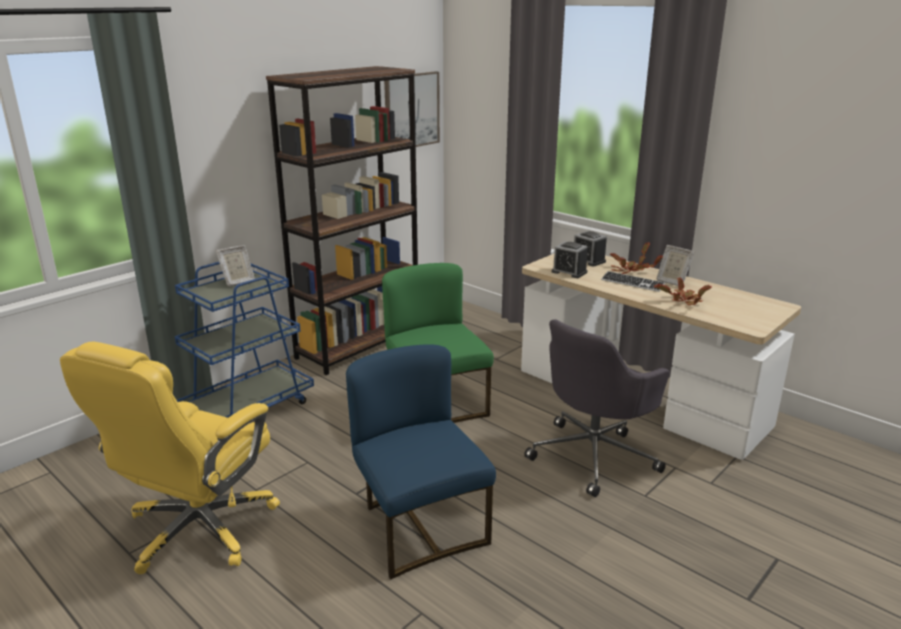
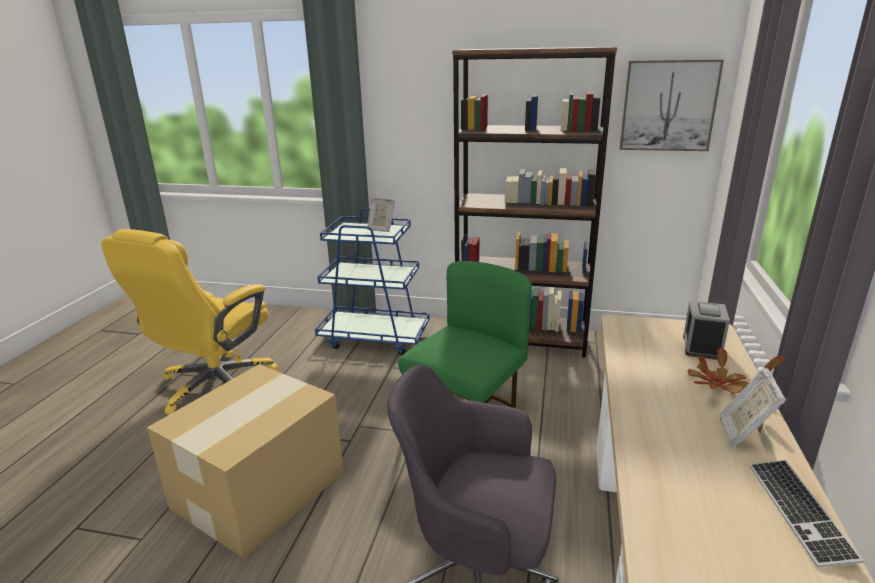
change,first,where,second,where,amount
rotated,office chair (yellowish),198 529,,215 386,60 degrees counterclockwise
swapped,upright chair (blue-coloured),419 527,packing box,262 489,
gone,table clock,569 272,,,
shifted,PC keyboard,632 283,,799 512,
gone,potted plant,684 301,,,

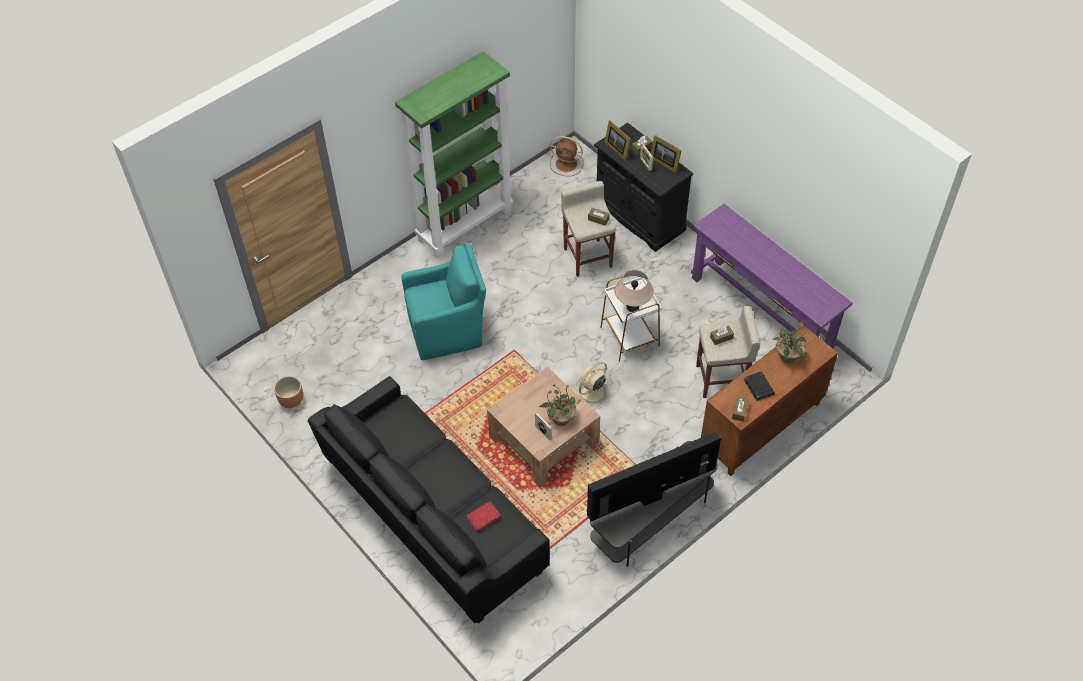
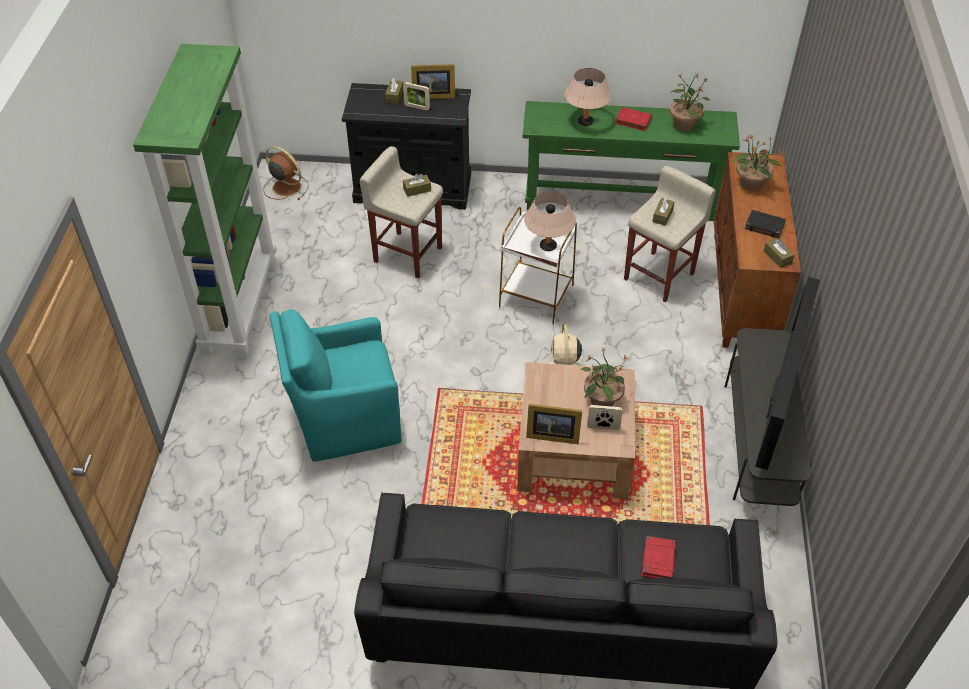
change,first,where,second,where,amount
gone,flower pot (brown-coloured),291 400,,,
rotated,armchair (blue-green),448 330,,344 420,135 degrees counterclockwise
rotated,fan (brown-coloured),567 164,,285 187,120 degrees counterclockwise
shifted,photo frame,617 148,,551 434,
repainted,narrow table (purple-coloured),760 313,narrow table (green),621 199,
new,,,table lamp (sand-coloured),585 121,
new,,,volume (red),632 121,
new,,,potted plant,684 124,

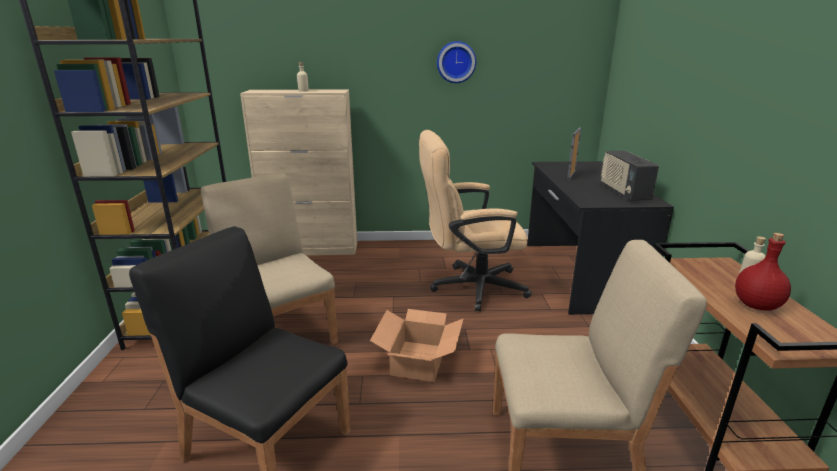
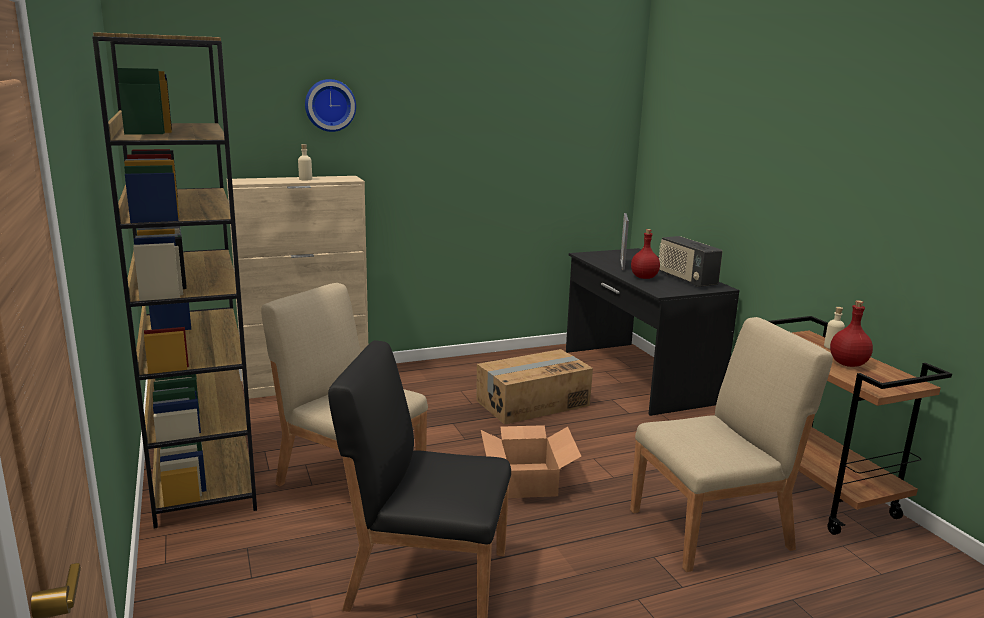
change,first,where,second,where,amount
swapped,office chair (sand-coloured),469 287,packing box,532 403,
shifted,wall clock,456 62,,330 105,
new,,,drink bottle (red),644 277,

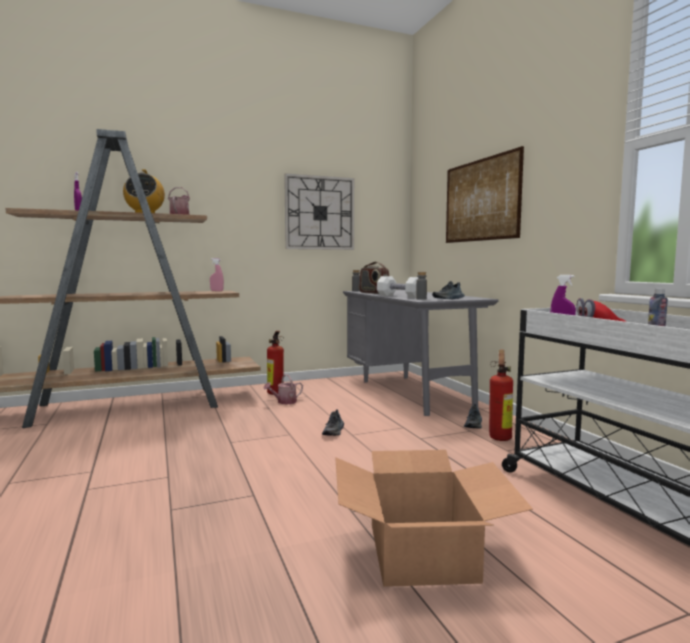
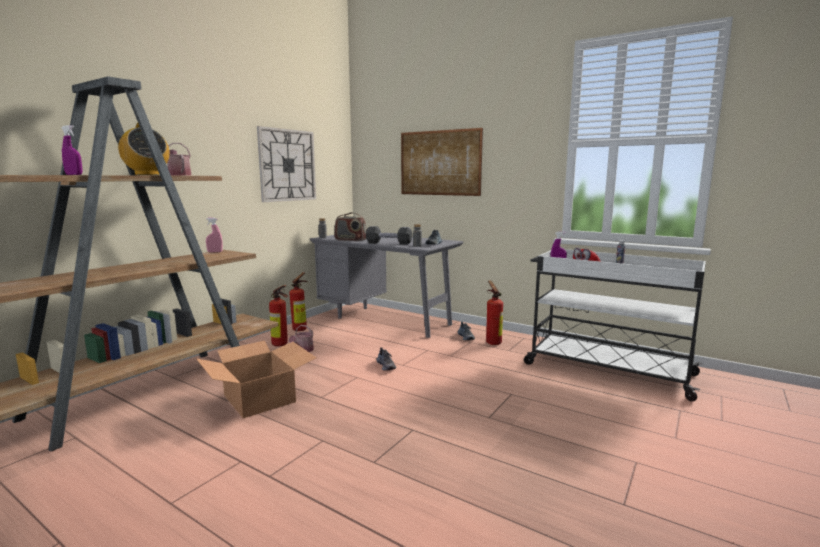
change,first,where,second,where,amount
shifted,packing box,423 551,,260 398,
repainted,dumbbell (white-coloured),400 296,dumbbell (black-coloured),389 243,
new,,,extinguisher,301 329,

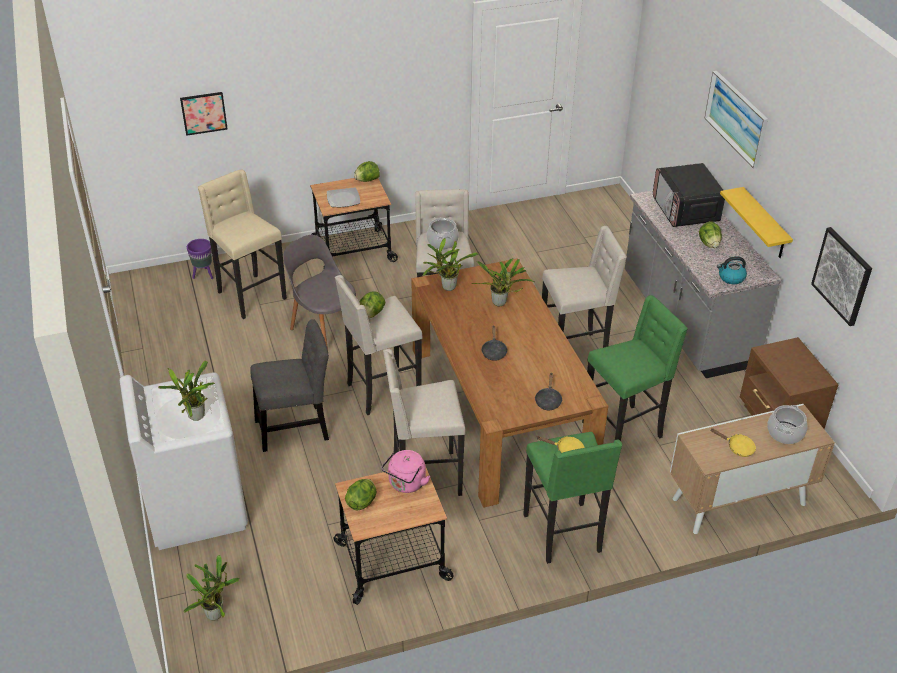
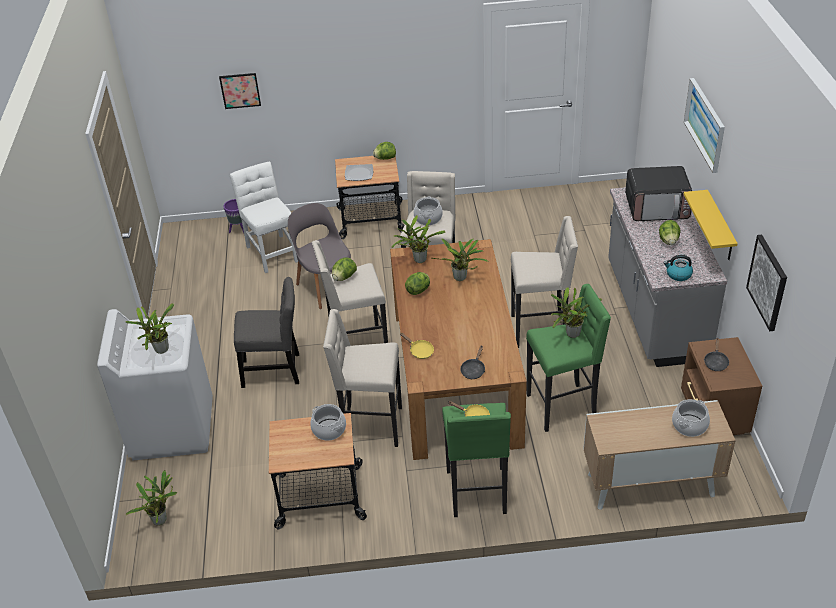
change,first,where,second,where,amount
swapped,stool (sand-coloured),250 295,upright chair (white-coloured),271 252,
shifted,lettuce head,362 502,,418 290,
swapped,kettle (pink),406 484,saucepot,329 430,
shifted,frying pan (black-coloured),494 351,,715 362,
rotated,microwave,685 210,,657 208,90 degrees counterclockwise
shifted,frying pan (yellowish),737 447,,419 351,
new,,,potted plant,571 335,

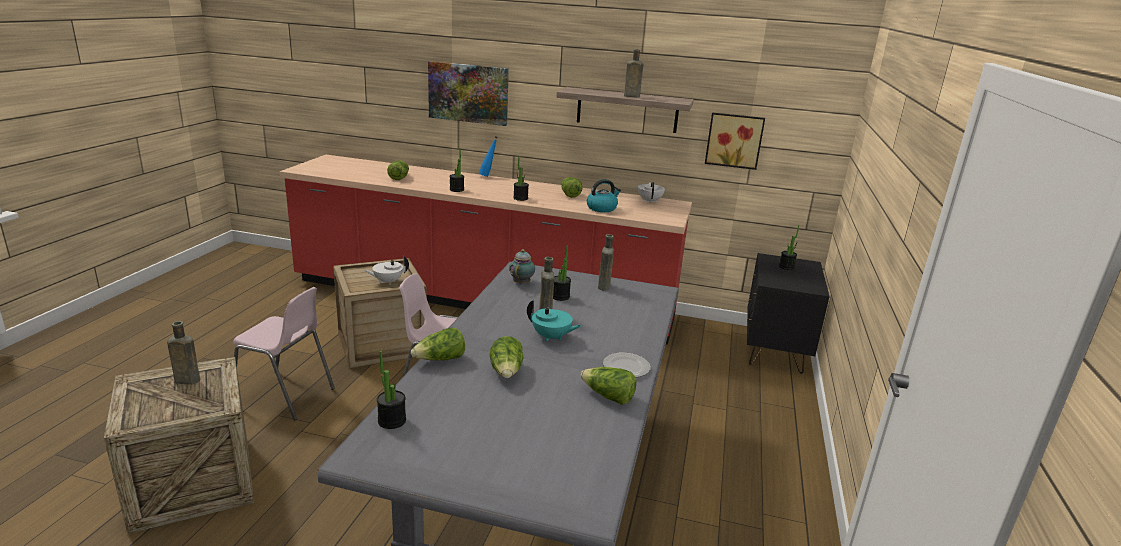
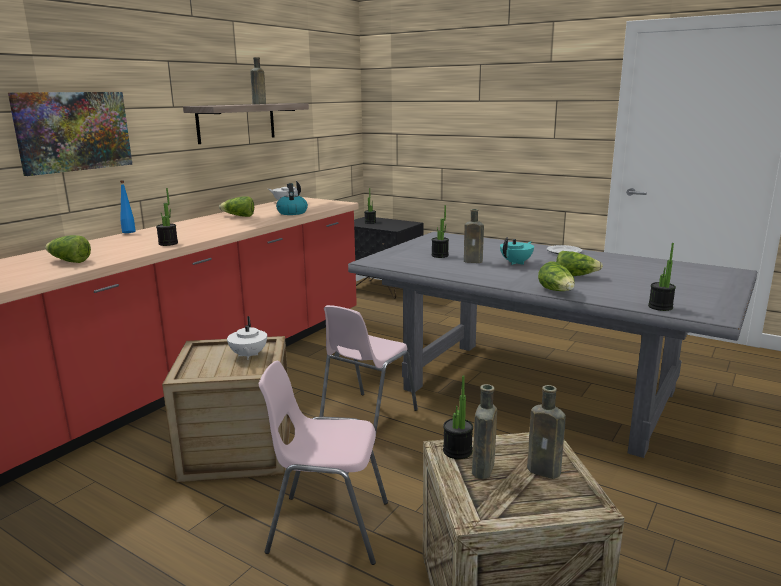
change,first,where,second,where,amount
rotated,upright chair (pink),285 396,,328 527,120 degrees counterclockwise
gone,pot for tea,522 283,,,
shifted,potted plant,520 198,,457 451,
gone,lettuce head,608 397,,,
shifted,drink bottle (brown-coloured),604 287,,546 471,
gone,wall picture,734 140,,,

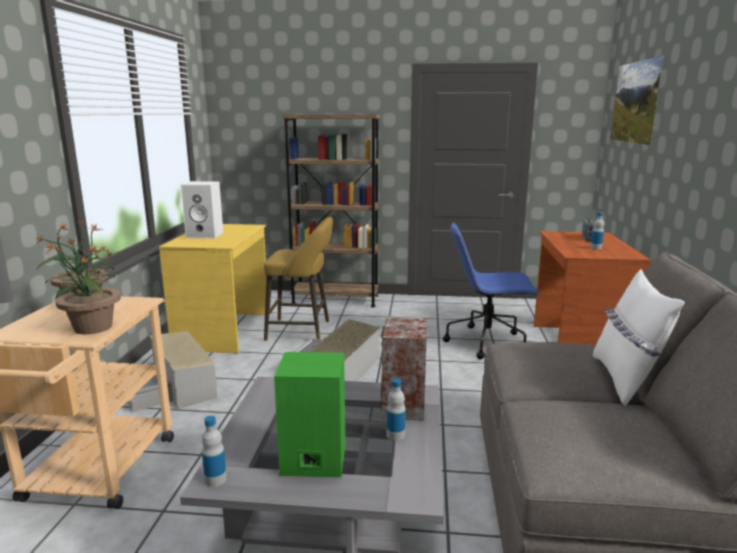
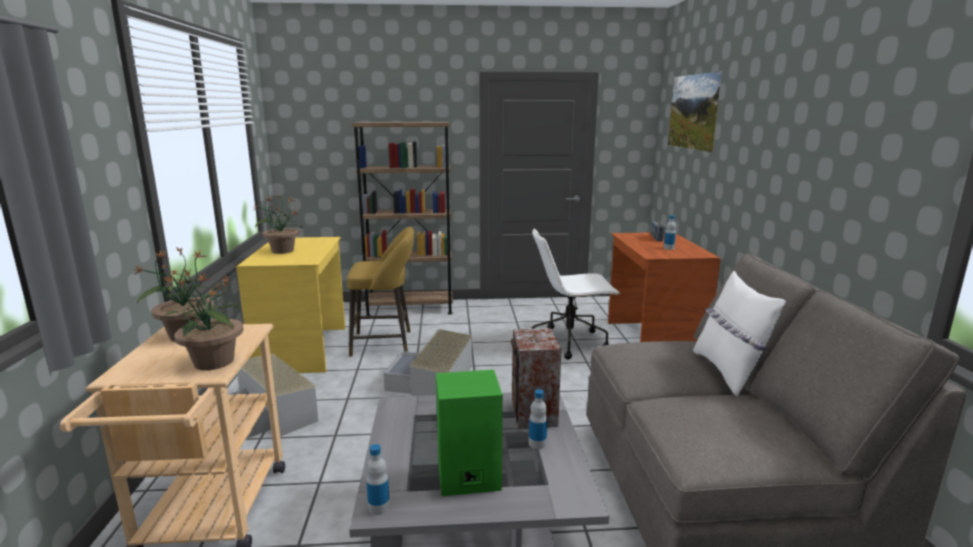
change,first,where,second,where,amount
swapped,audio speaker (white-coloured),206 235,potted plant,282 251,
repainted,office chair (blue-coloured),487 342,office chair (white-coloured),570 342,

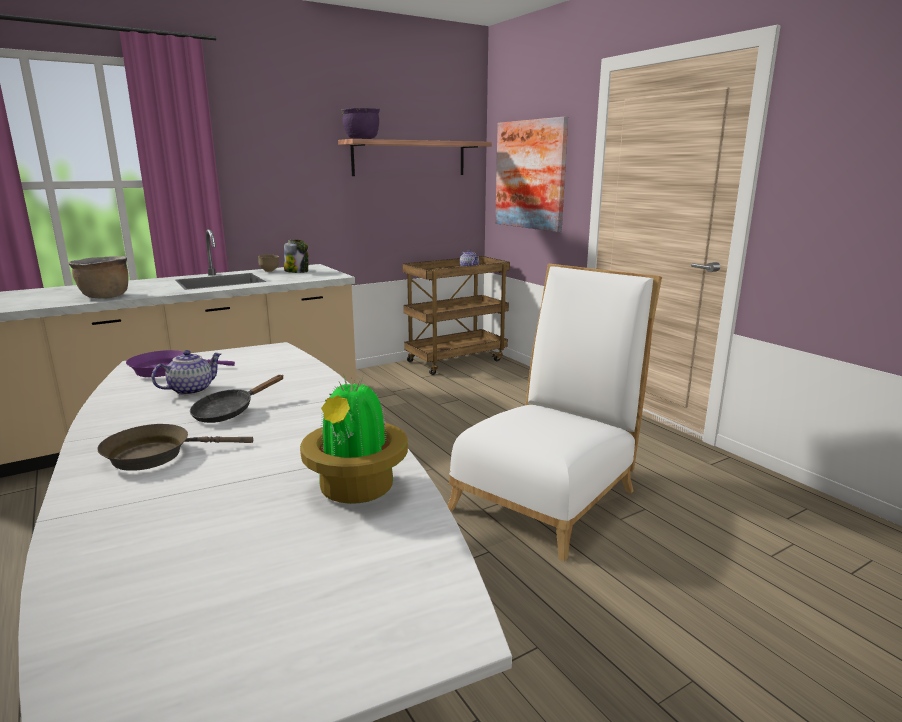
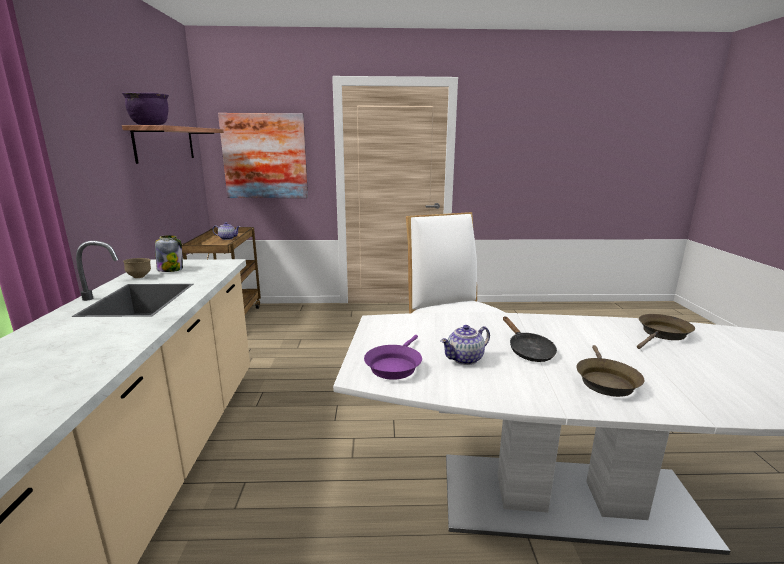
change,first,where,second,where,amount
gone,saucepot (brown-coloured),104 297,,,
rotated,pot for tea,191 390,,465 359,105 degrees counterclockwise
swapped,potted plant,356 490,frying pan (brown-coloured),662 334,

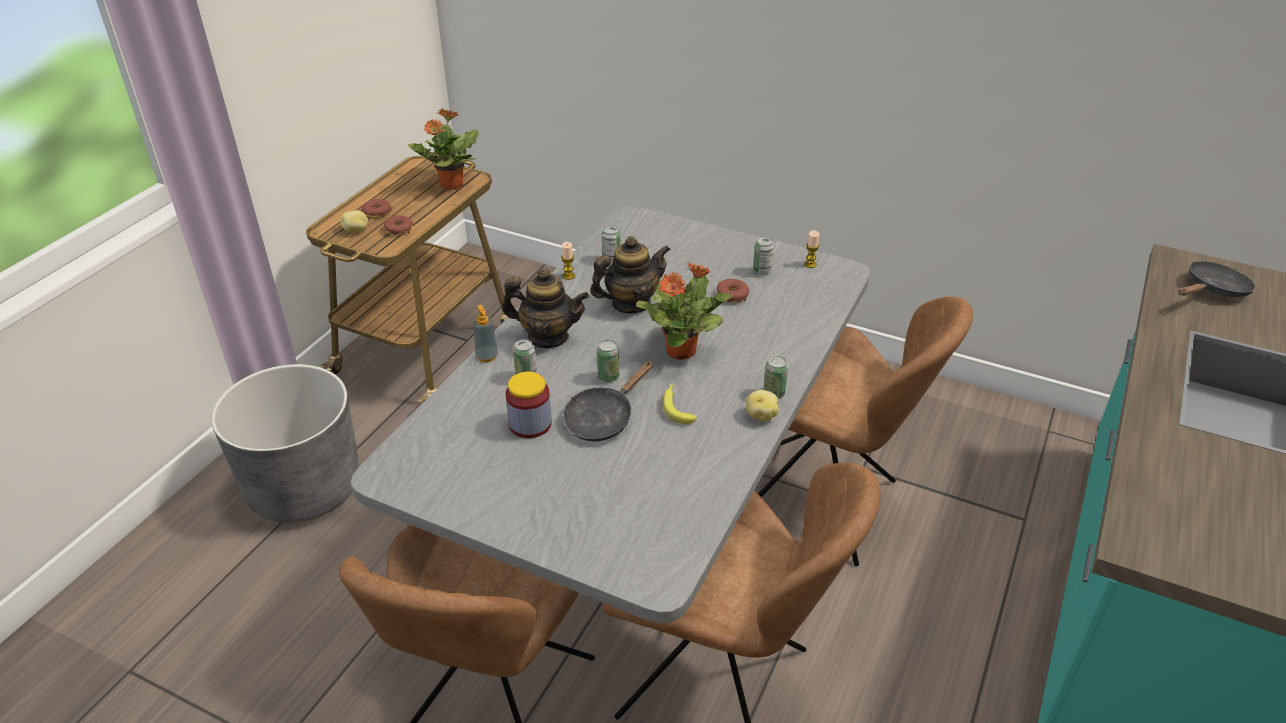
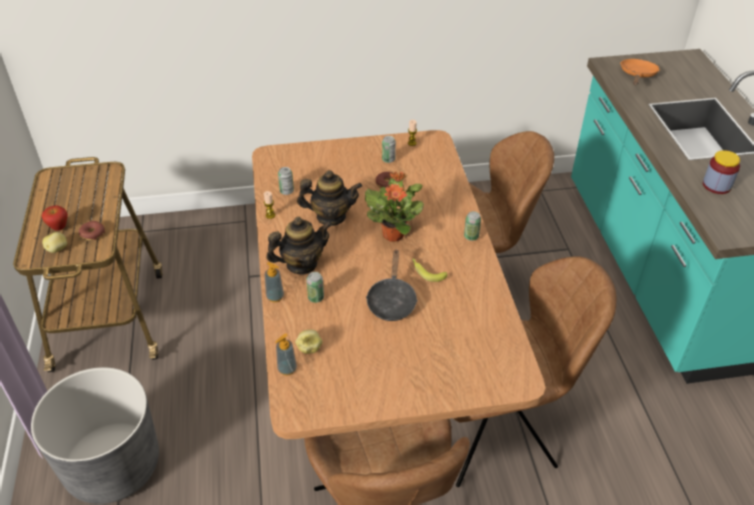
change,first,where,second,where,amount
repainted,dining table (gray),641 534,dining table (brown-coloured),376 369,
swapped,ring doughnut,377 213,apple fruit,59 228,
gone,potted plant,451 185,,,
shifted,preserve jar,530 424,,716 185,
rotated,pot for tea,630 303,,331 217,60 degrees clockwise
gone,metal can,608 377,,,
shifted,potato,761 415,,309 348,
repainted,frying pan (black-coloured),1212 290,frying pan (orangey),637 75,
new,,,liquid soap bottle,287 369,

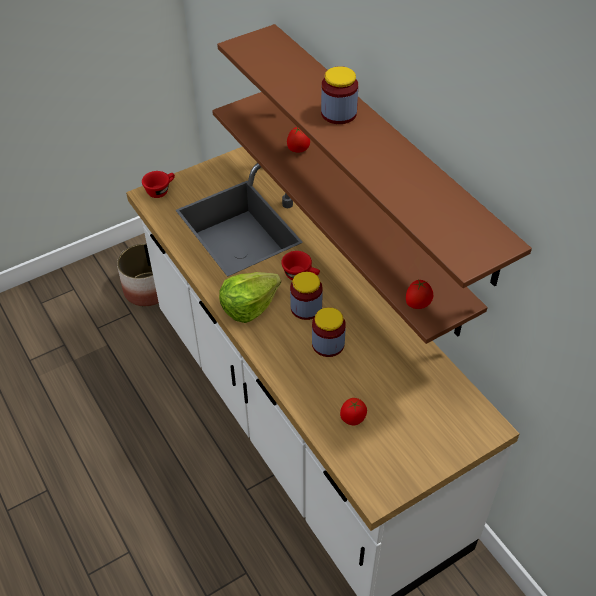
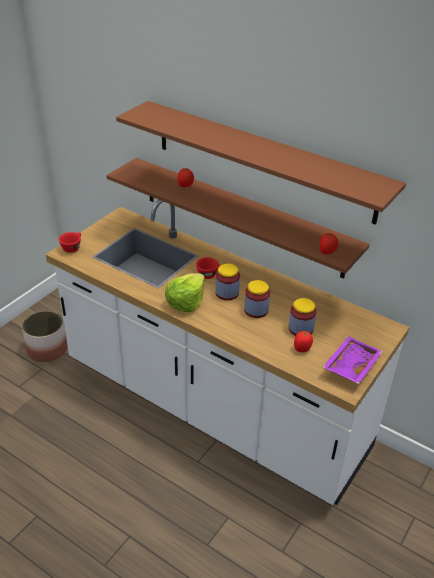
change,first,where,second,where,amount
shifted,preserve jar,338 113,,300 329,
new,,,tray (purple-coloured),350 365,

